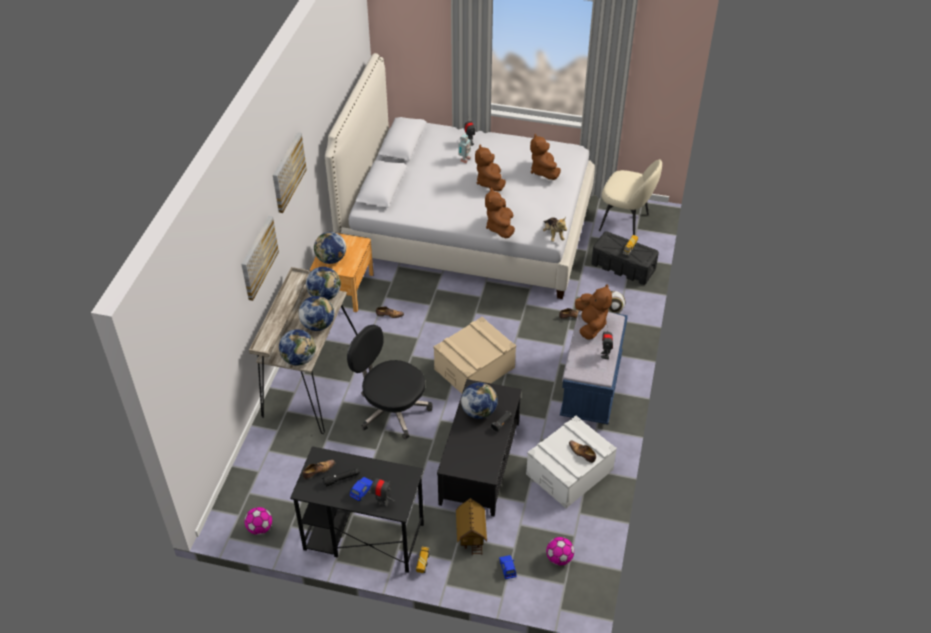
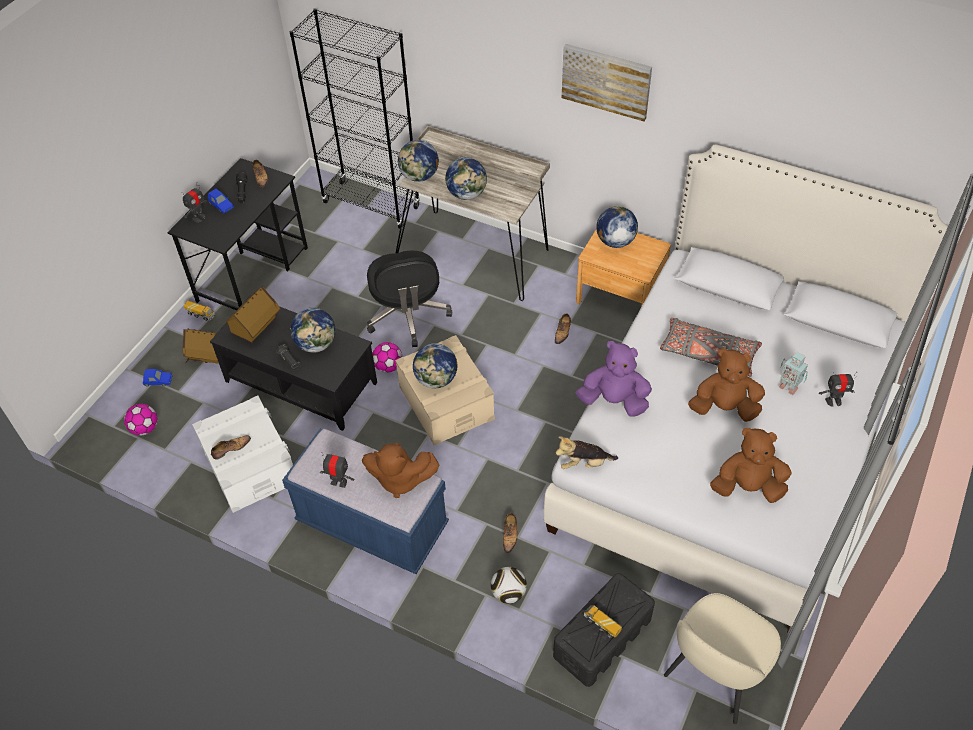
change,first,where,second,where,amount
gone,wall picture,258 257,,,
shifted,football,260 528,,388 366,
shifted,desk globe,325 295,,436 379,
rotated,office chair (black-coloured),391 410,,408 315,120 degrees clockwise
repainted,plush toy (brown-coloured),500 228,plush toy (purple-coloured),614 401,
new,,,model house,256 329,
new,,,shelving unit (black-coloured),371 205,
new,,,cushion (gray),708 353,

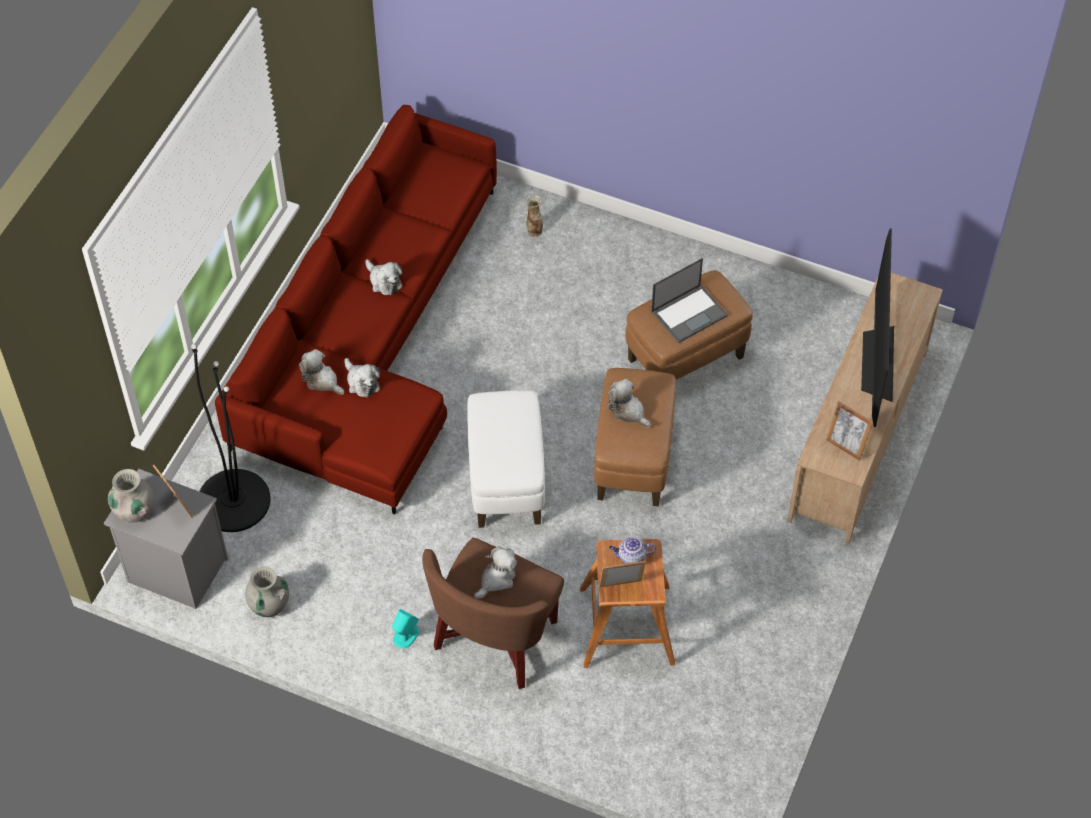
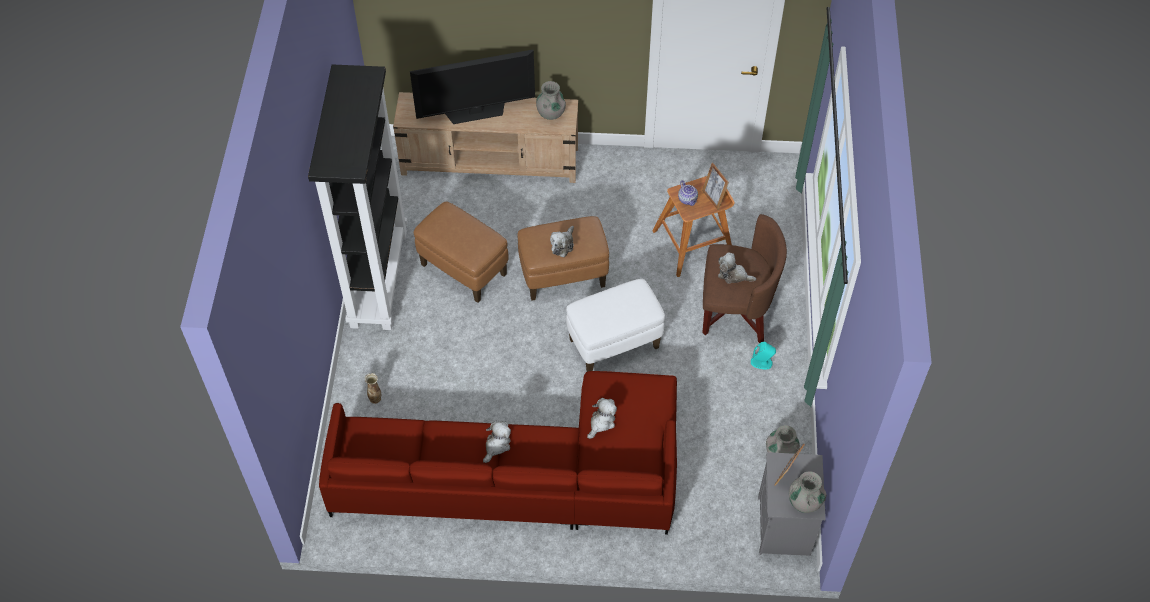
change,first,where,second,where,amount
gone,floor lamp (black-coloured),233 500,,,
gone,plush toy,322 380,,,
gone,laptop,689 313,,,
swapped,photo frame,845 446,vase (gray),551 113,
new,,,shelving unit (black-coloured),378 277,

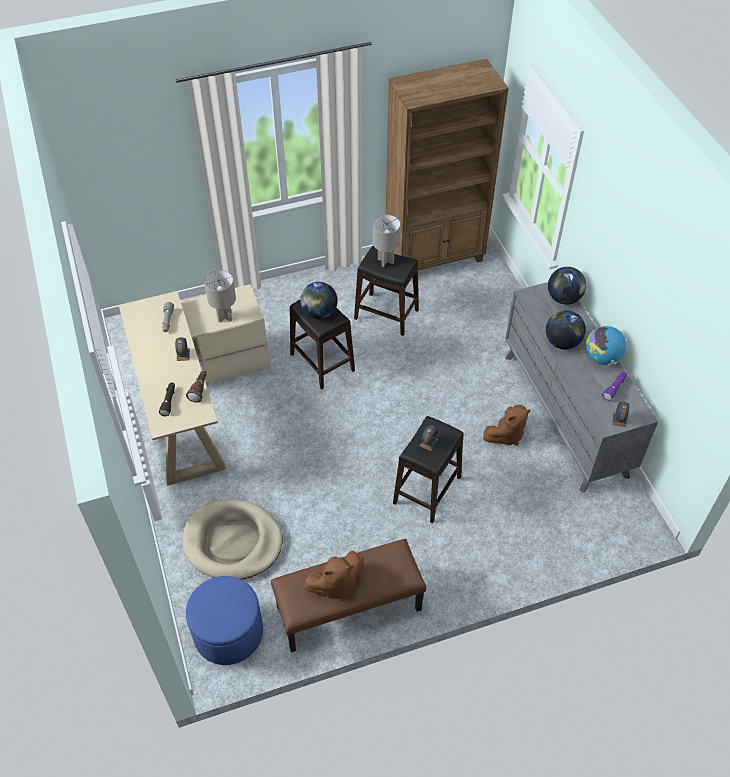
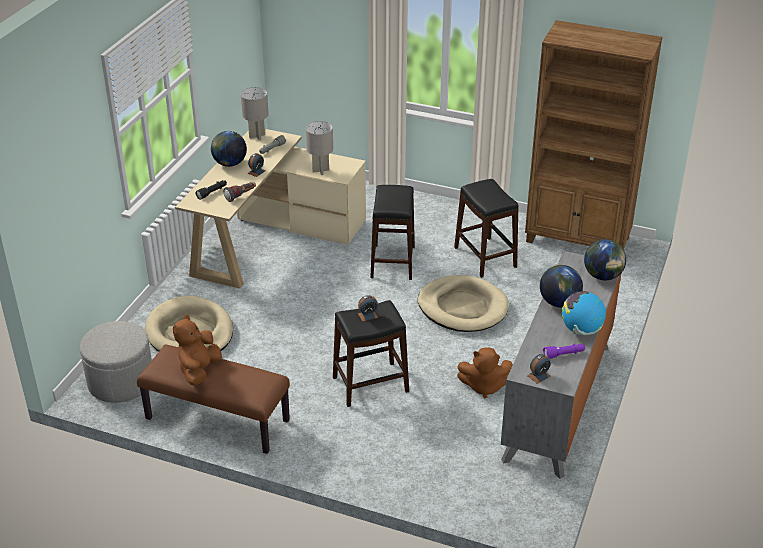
change,first,where,second,where,amount
repainted,ottoman (blue-coloured),228 632,ottoman (gray),121 382,
shifted,desk globe,319 313,,229 163,
rotated,plush toy (brown-coloured),335 585,,199 370,90 degrees clockwise
shifted,table lamp (gray),385 261,,256 136,
new,,,pet bed (sand-coloured),462 307,

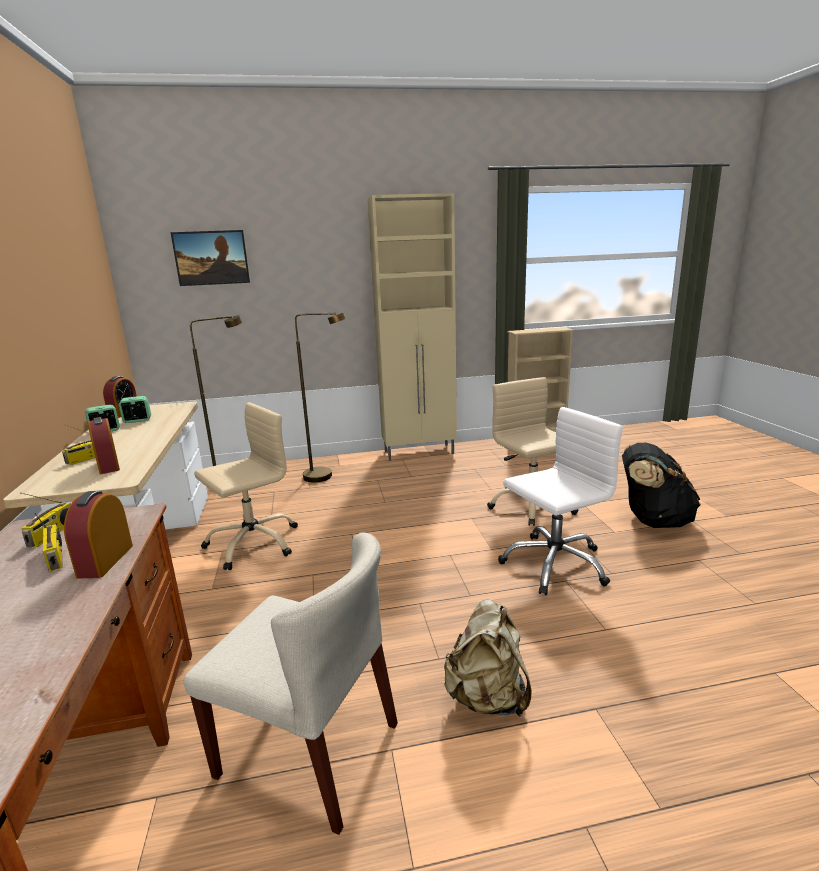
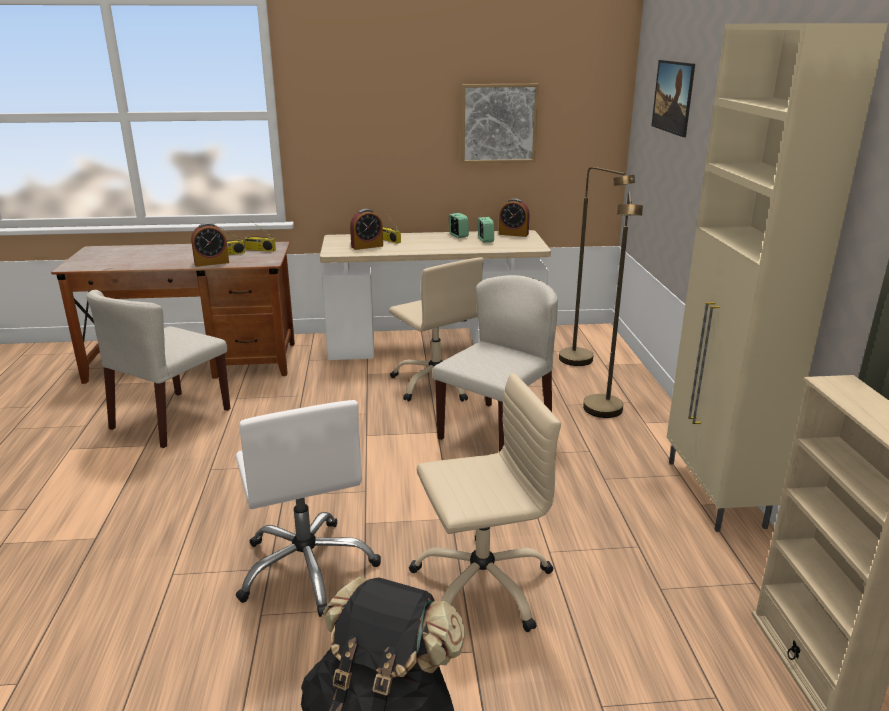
change,first,where,second,where,amount
rotated,table clock,105 560,,211 263,150 degrees clockwise
gone,knapsack (sand-coloured),487 697,,,
new,,,upright chair (sand-coloured),495 431,
new,,,wall picture,498 123,

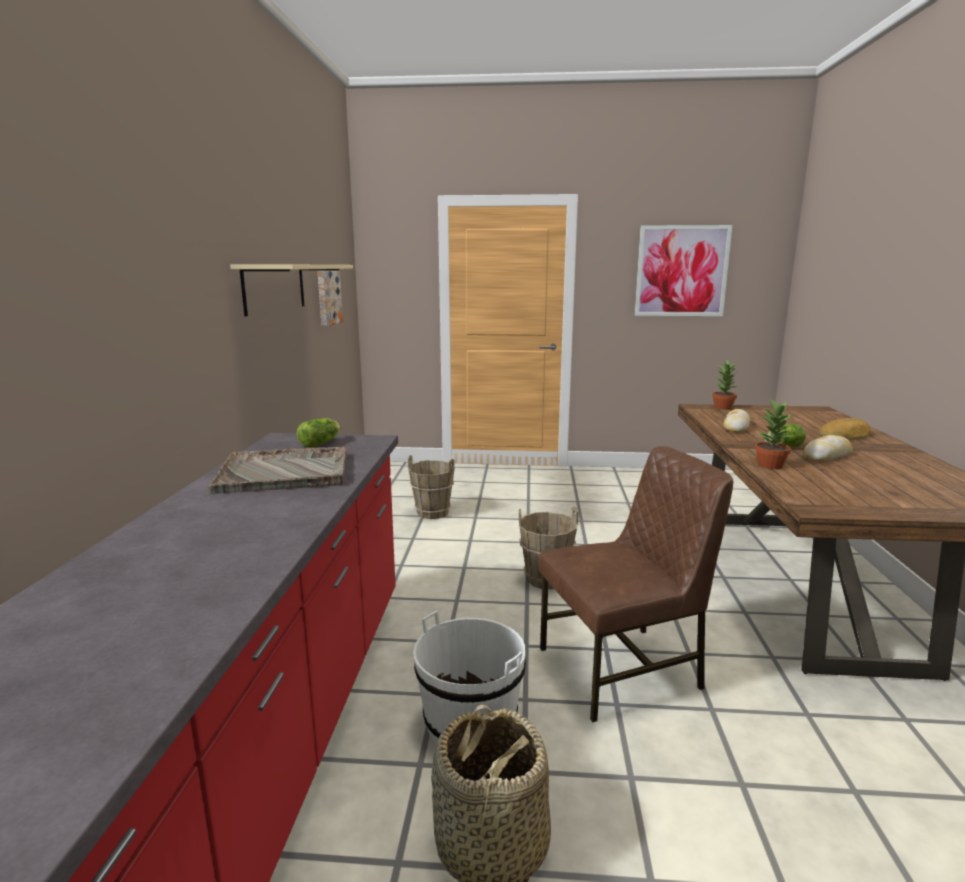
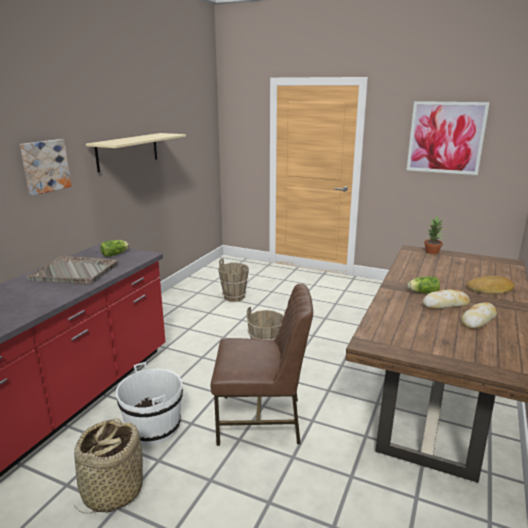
change,first,where,second,where,amount
shifted,wall picture,327 298,,44 166,
shifted,bread,736 427,,478 320,
gone,potted plant,770 465,,,

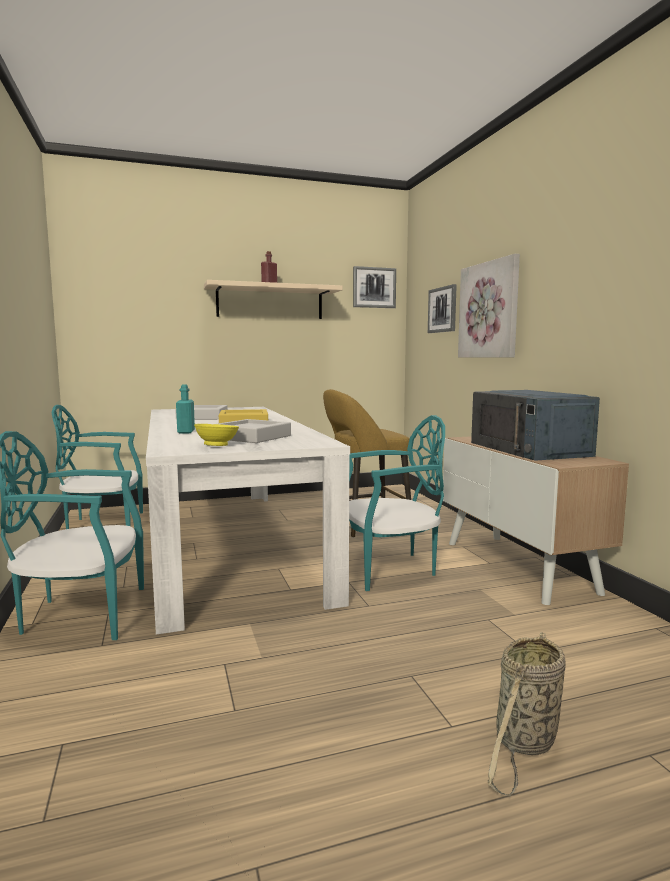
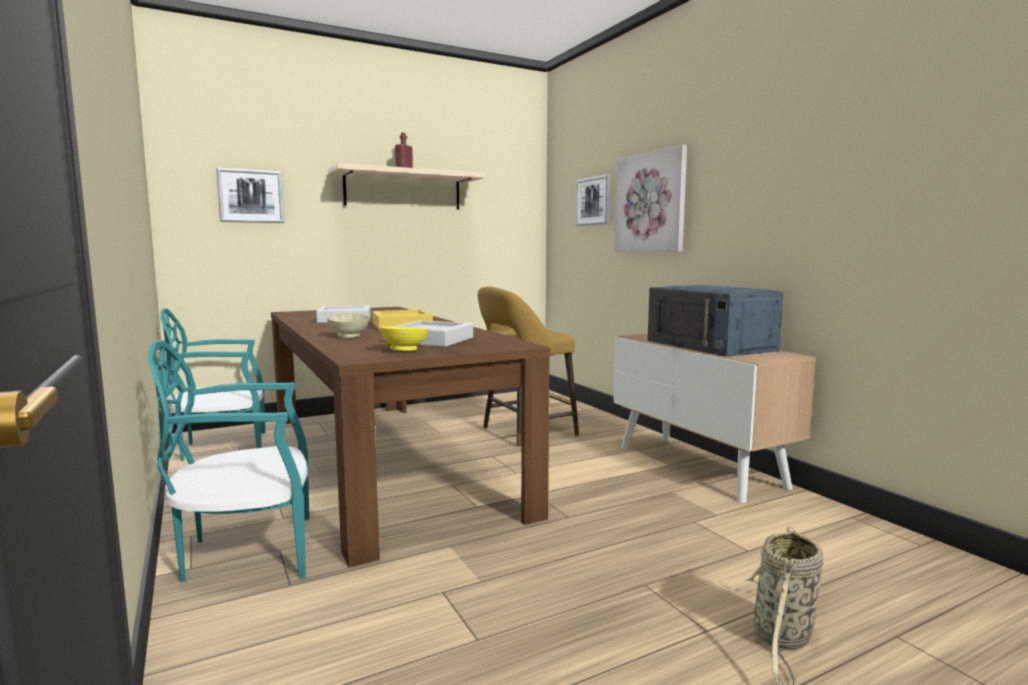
change,first,where,second,where,amount
repainted,dining table (white-coloured),228 543,dining table (brown-coloured),383 461,
swapped,drink bottle (blue-green),186 432,deep dish (sand-coloured),348 336,
gone,upright chair (blue-green),390 568,,,
shifted,wall picture,374 287,,251 196,

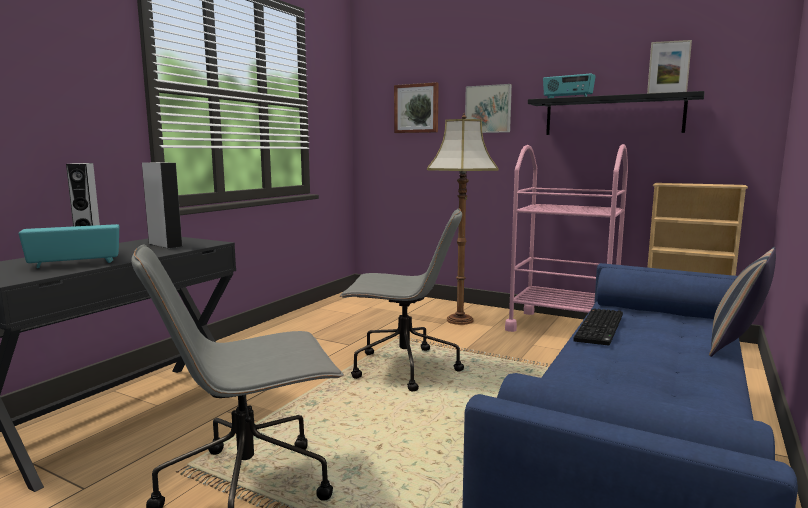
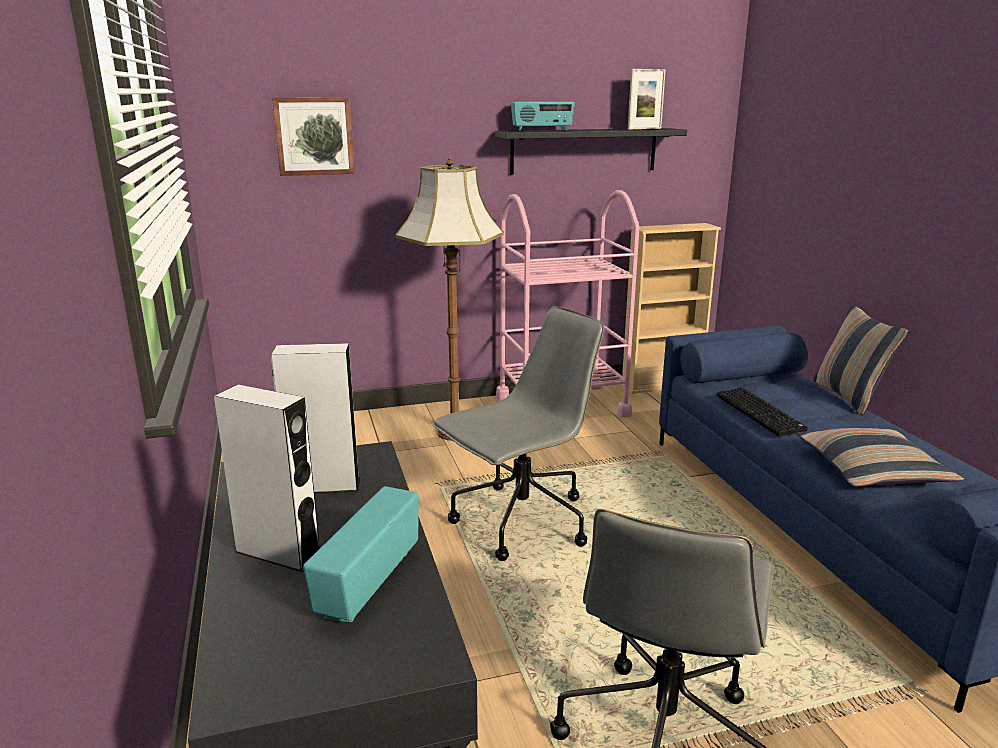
change,first,where,second,where,amount
gone,wall picture,488 109,,,
new,,,cushion,871 471,

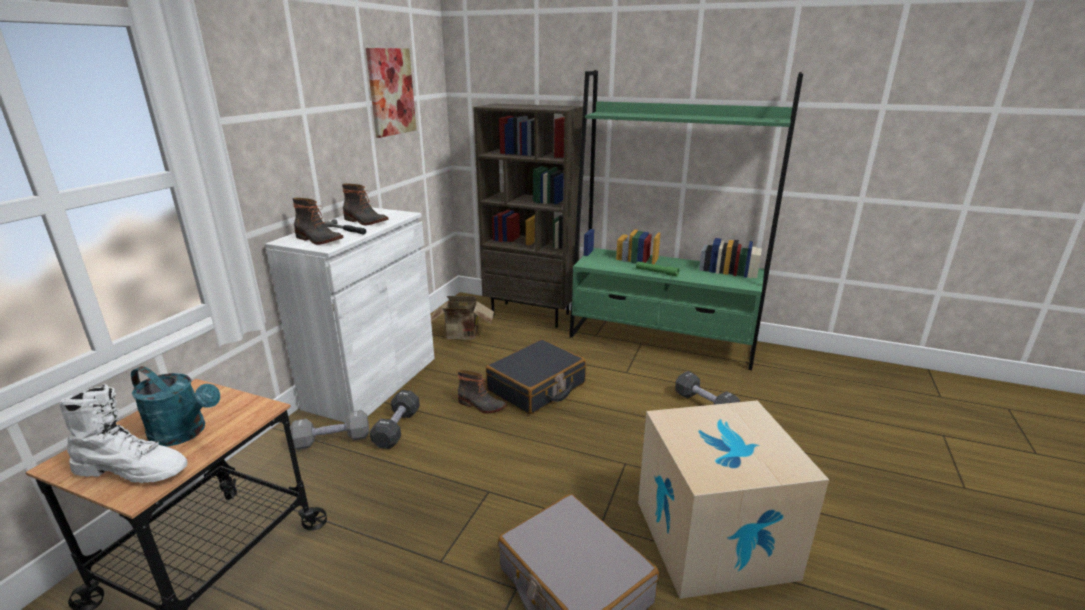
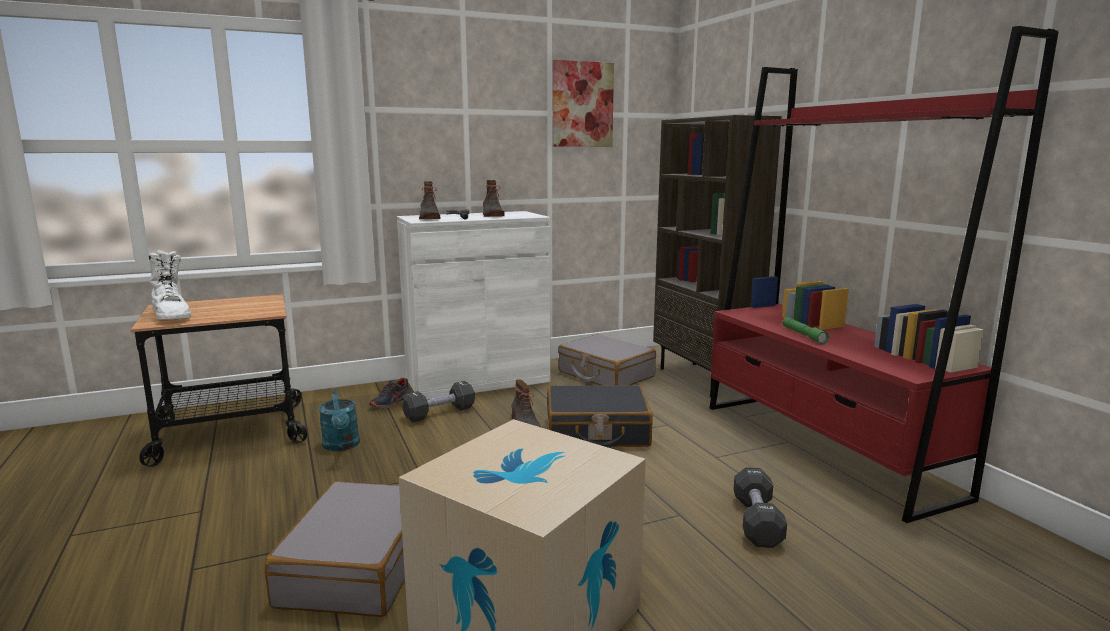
change,first,where,second,where,amount
shifted,sprinkling can (blue-green),185 433,,342 446,
swapped,dumbbell (gray),332 440,low shoe,391 402,
swapped,packing box,463 335,travel case (gray),605 374,
repainted,shelving unit (green),661 340,shelving unit (red),823 448,

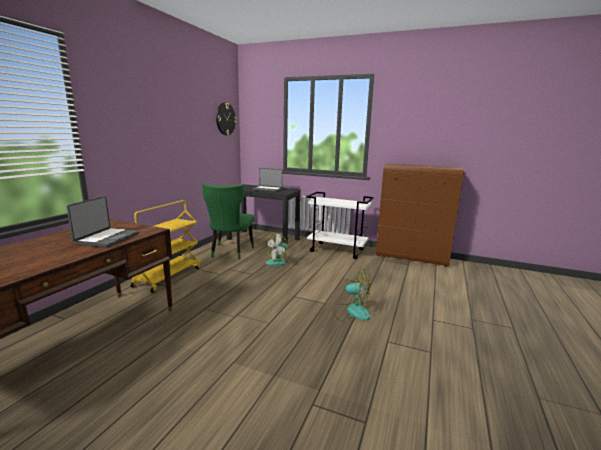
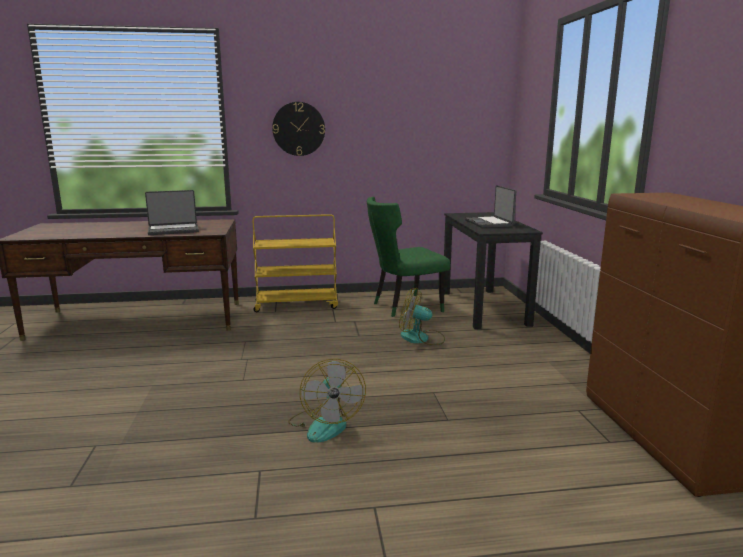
change,first,where,second,where,amount
shifted,wall clock,225 119,,298 129,
gone,cart (white-coloured),337 250,,,

